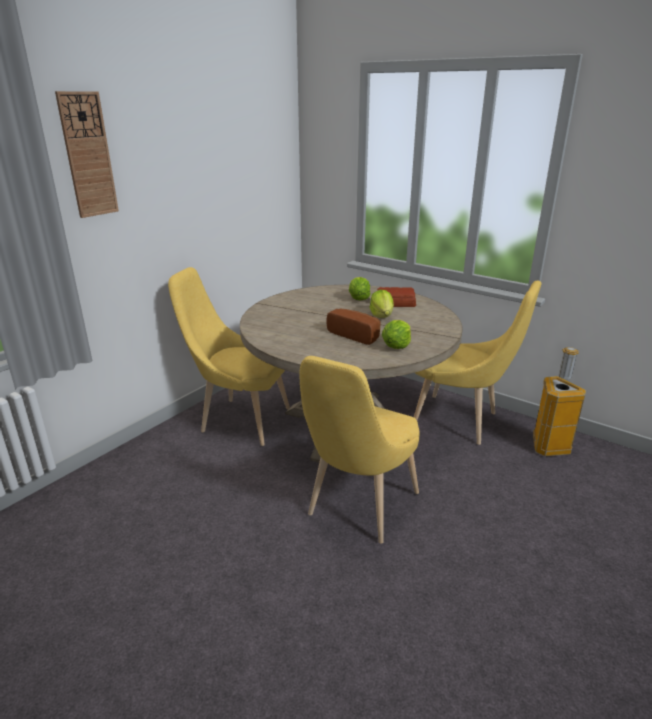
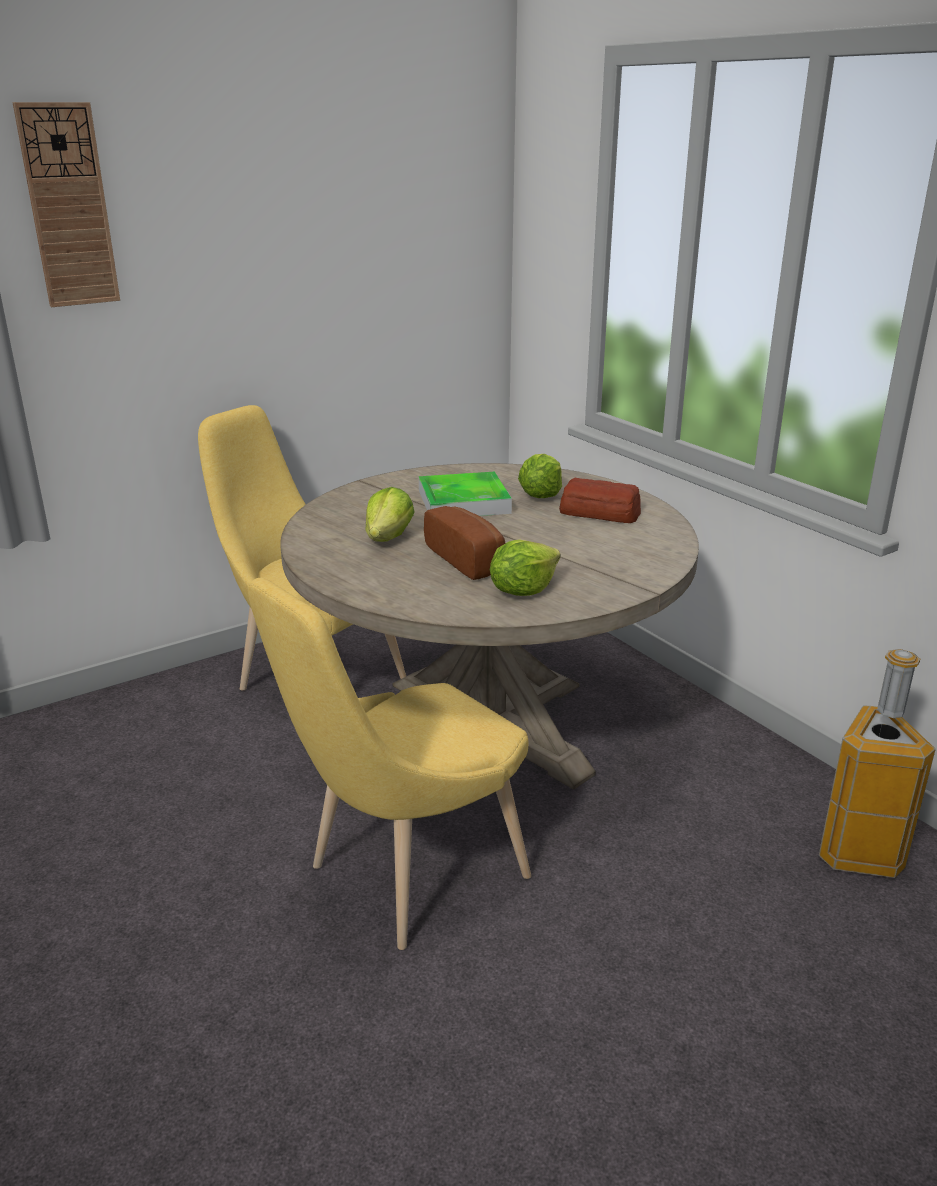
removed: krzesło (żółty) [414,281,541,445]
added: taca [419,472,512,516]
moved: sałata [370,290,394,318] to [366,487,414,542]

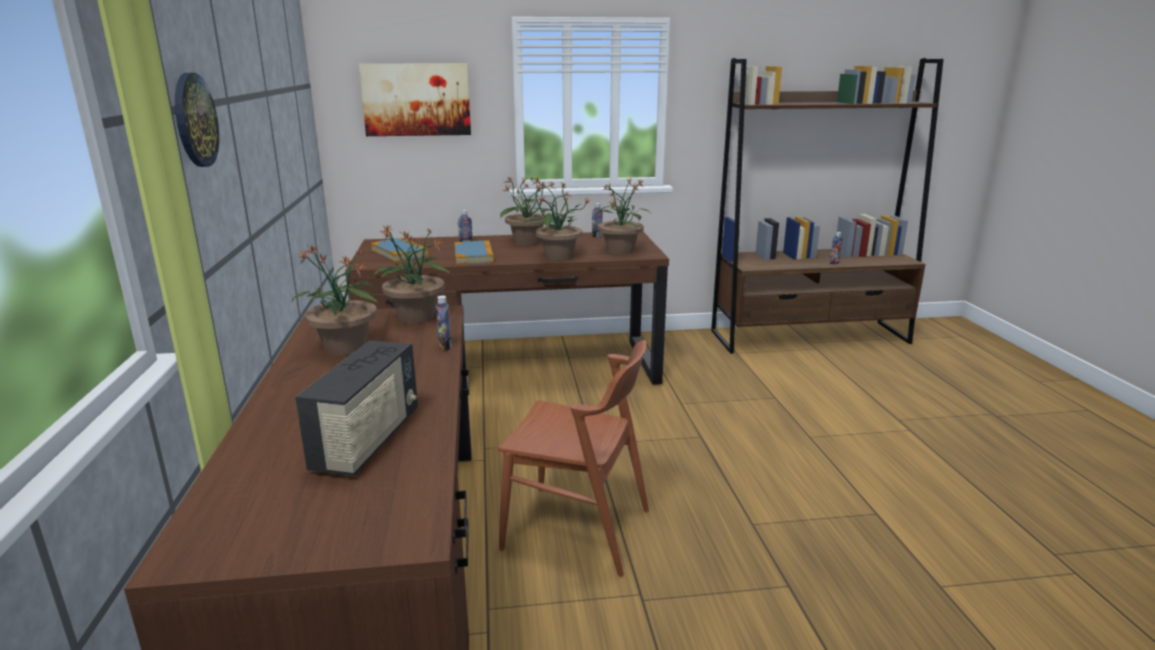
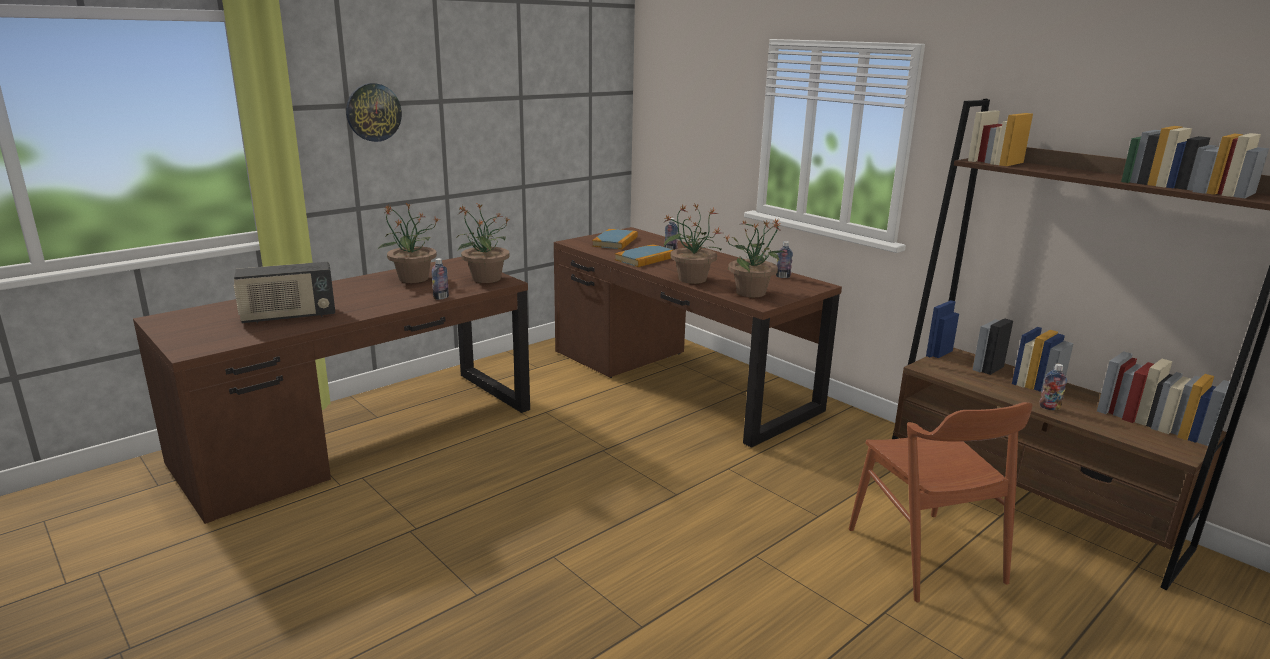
removed: obraz [359,64,471,136]; roślina doniczkowa [500,177,555,246]
moved: krzesło (brązowy) [498,340,649,577] to [849,402,1032,602]

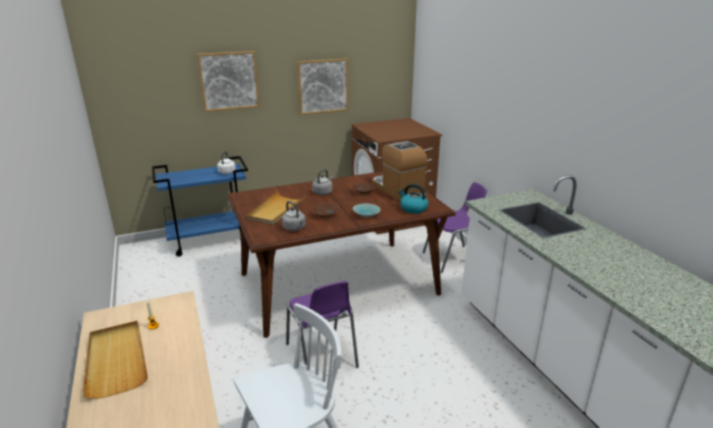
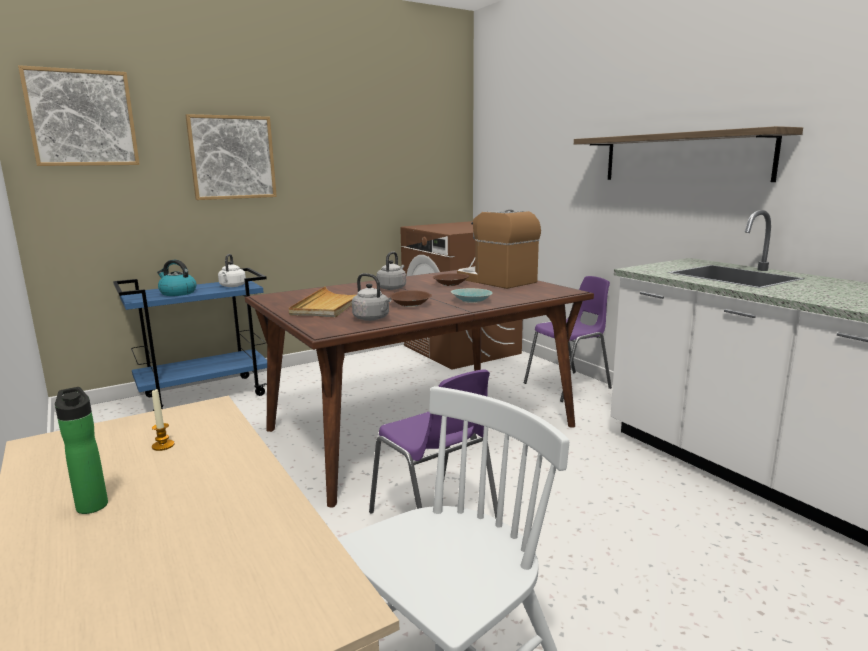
added: półka [574,126,803,182]
moved: obraz [297,58,349,115] to [18,65,140,166]; czajnik [398,184,429,214] to [157,260,197,296]
replaced: taca (beżowy) [82,321,148,399] to butelka [55,387,108,514]

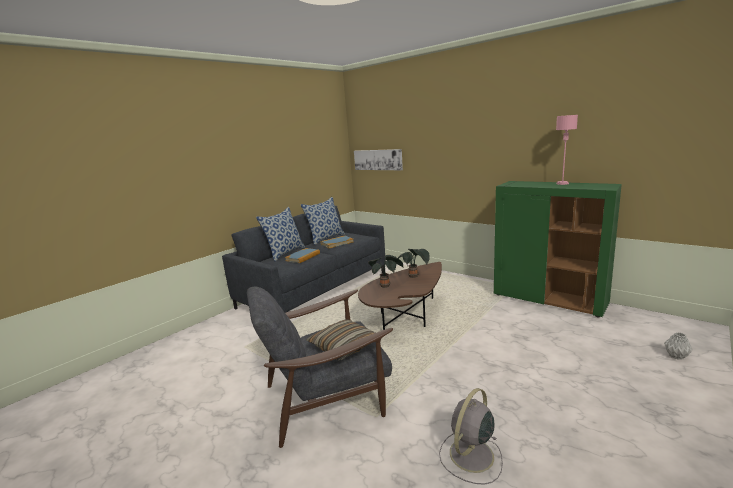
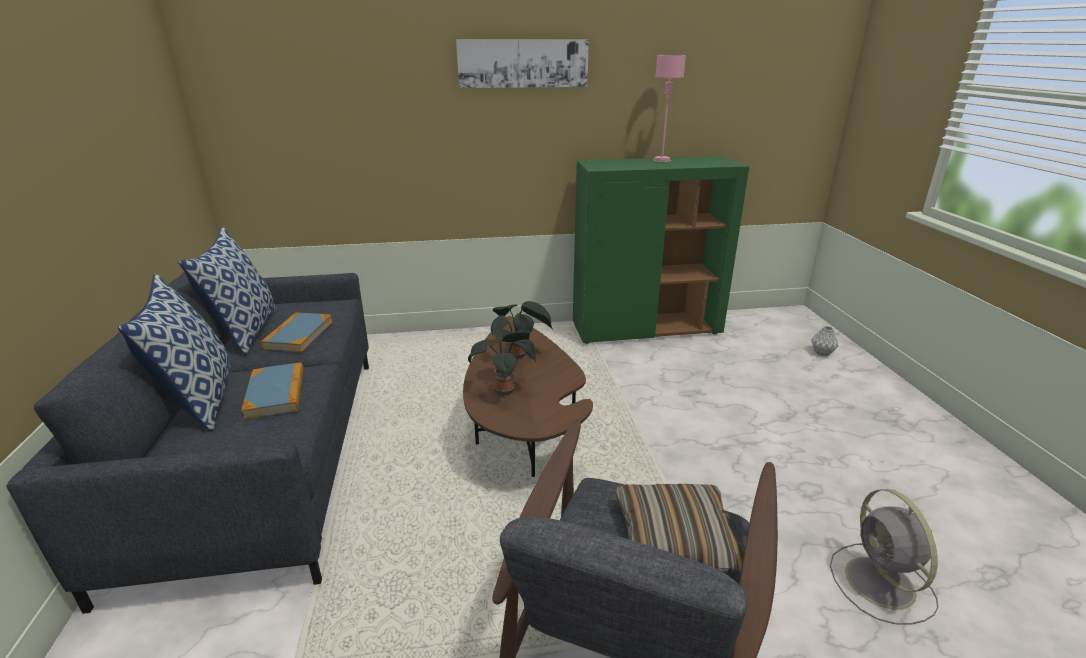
moved: obraz [354,149,403,170] to [456,39,589,88]

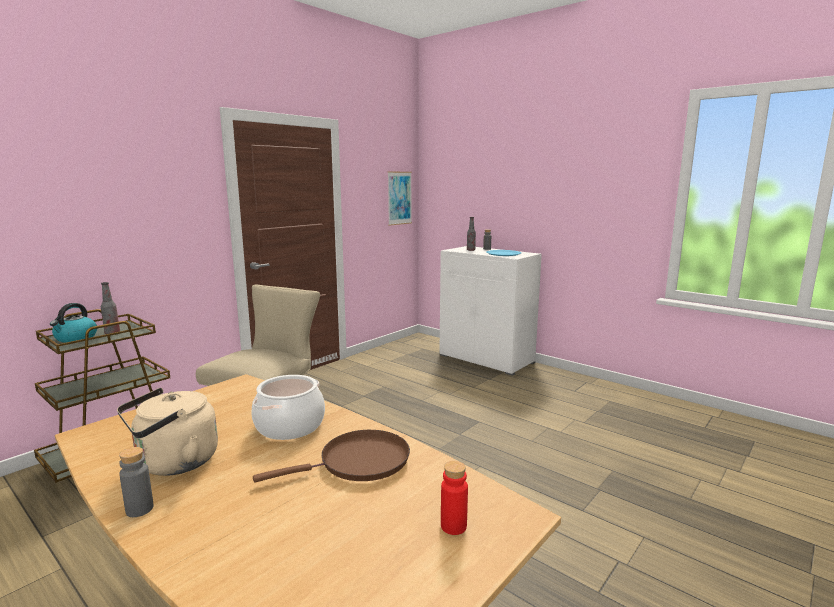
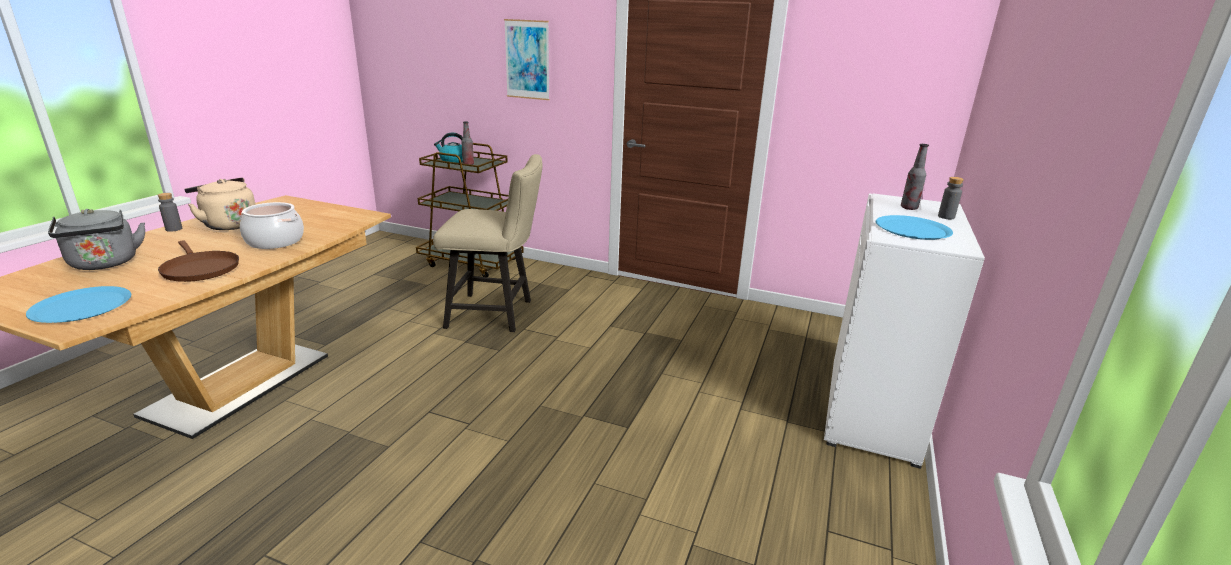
added: czajnik (szary) [48,209,145,270]
moved: obraz [388,171,412,226] to [504,19,550,100]
replaced: butelka (czerwony) [441,461,468,535] to talerz (niebieski) [26,286,131,323]

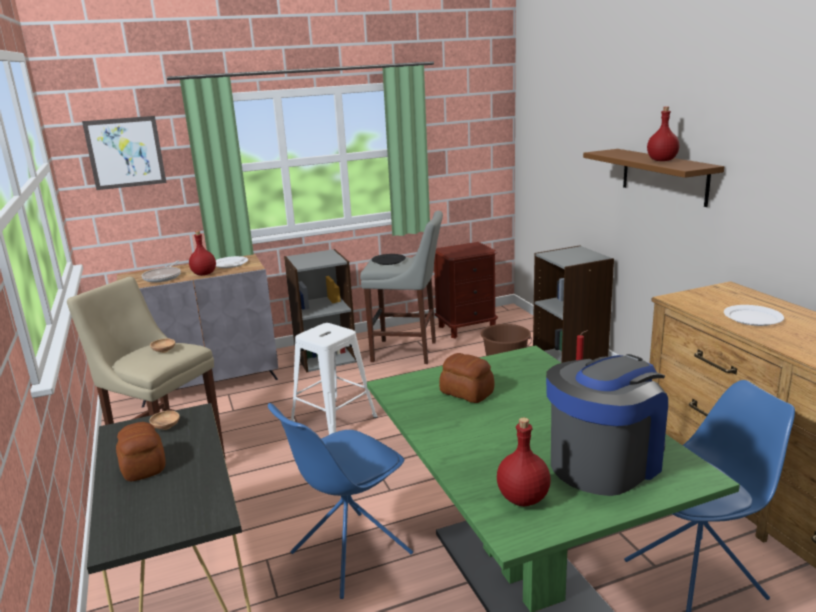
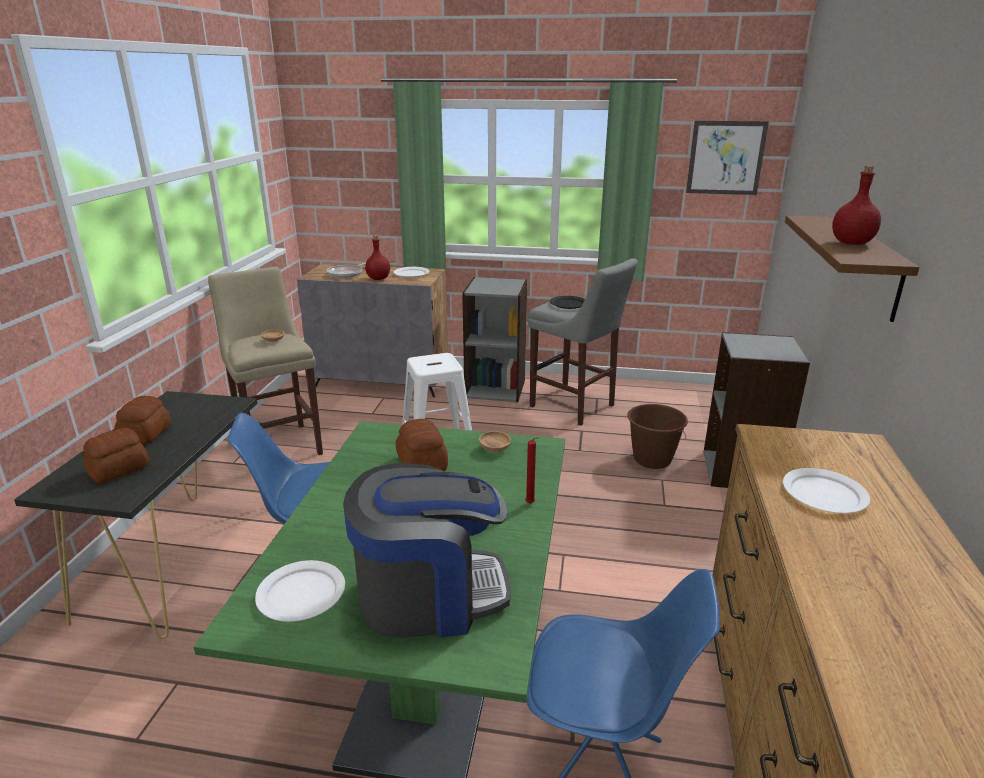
removed: szafka nocna (brązowy) [434,242,498,338]
added: chleb [83,427,149,483]
moved: obraz [82,116,166,190] to [686,121,769,195]; miska (brązowy) [149,411,180,430] to [479,431,511,453]
replaced: butelka (czerwony) [497,418,551,506] to talerz (biały) [255,560,345,622]

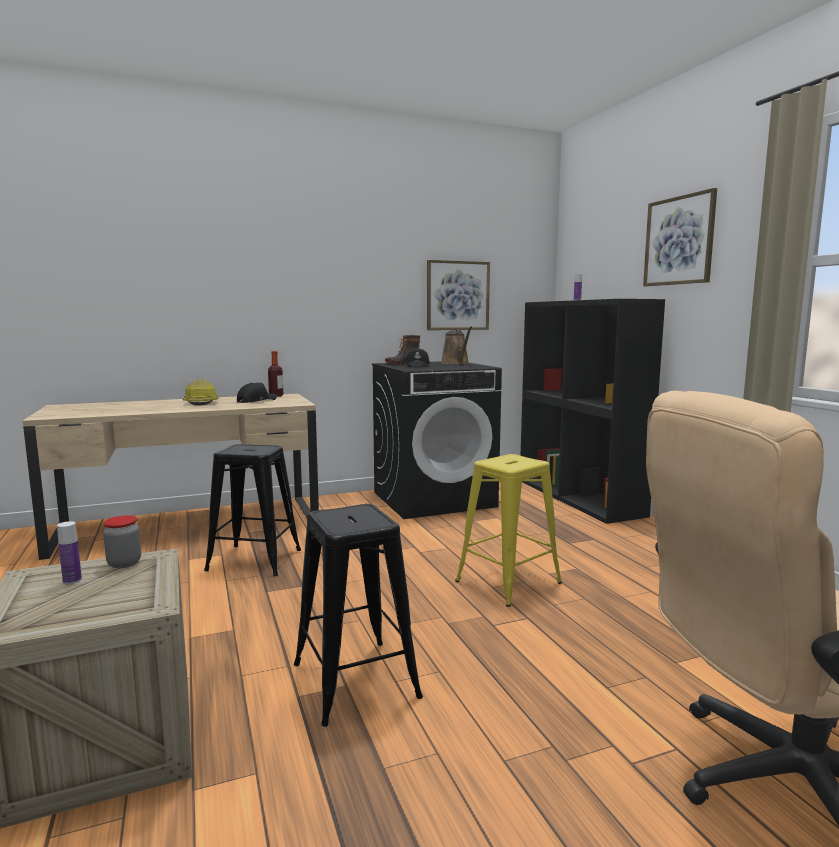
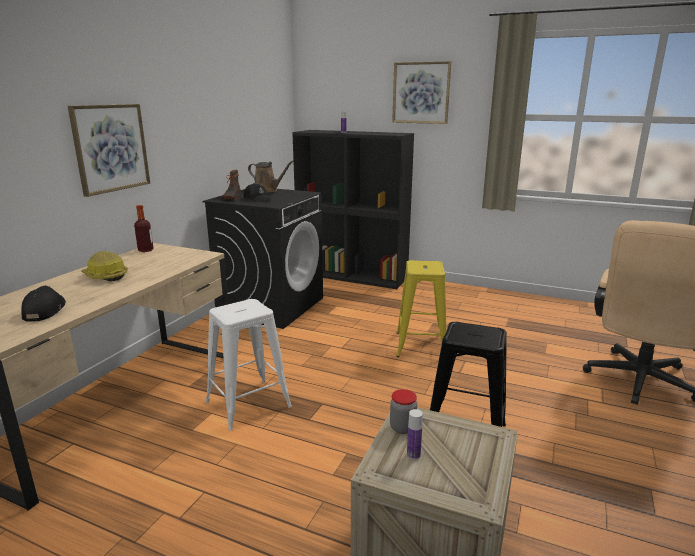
moved: obraz [427,260,490,330] to [68,104,150,197]; czapka z daszkiem (czarny) [237,383,276,403] to [21,286,66,322]
recoloured: stołek (czarny) [204,444,301,576] to stołek (biały) [205,299,292,431]

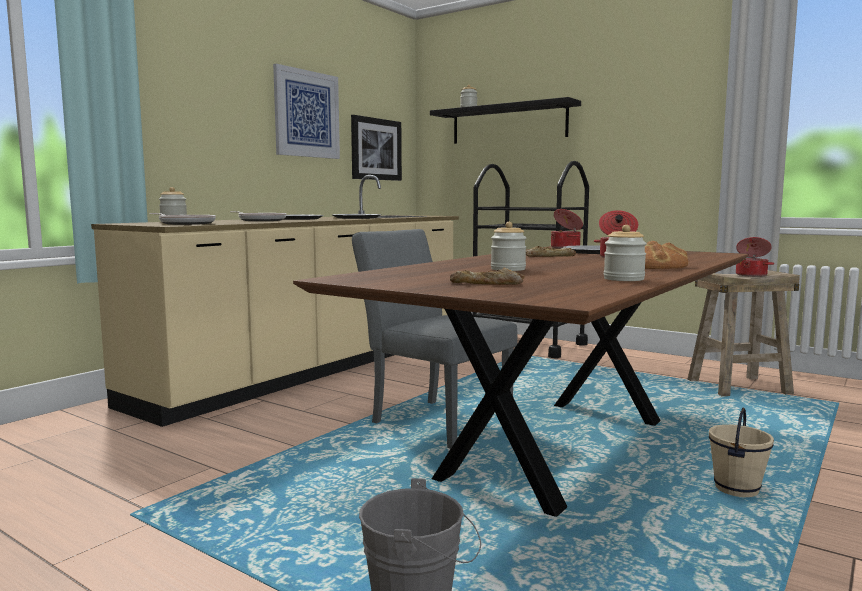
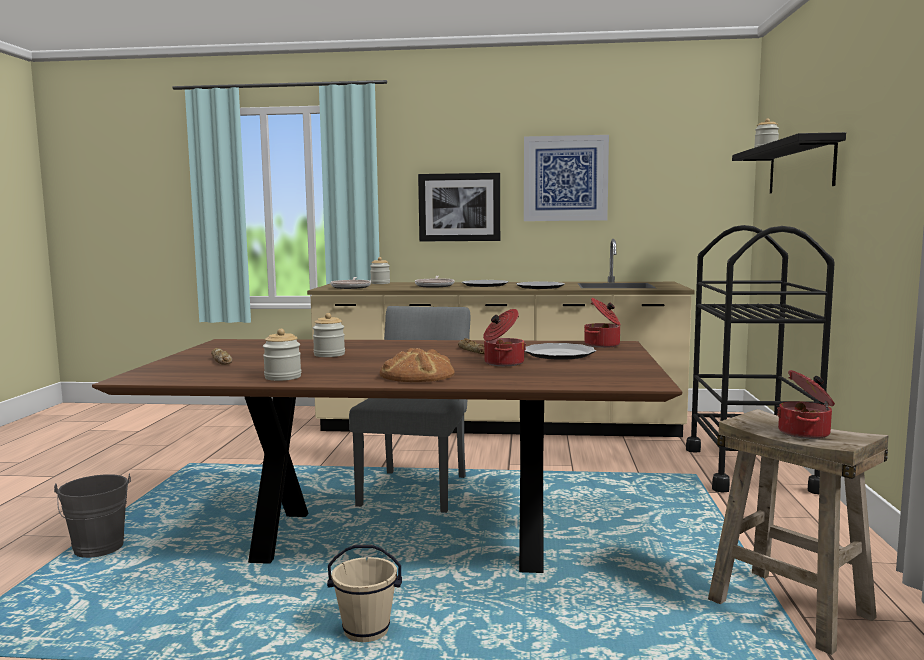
moved: obraz [351,115,402,181] to [418,173,500,241]

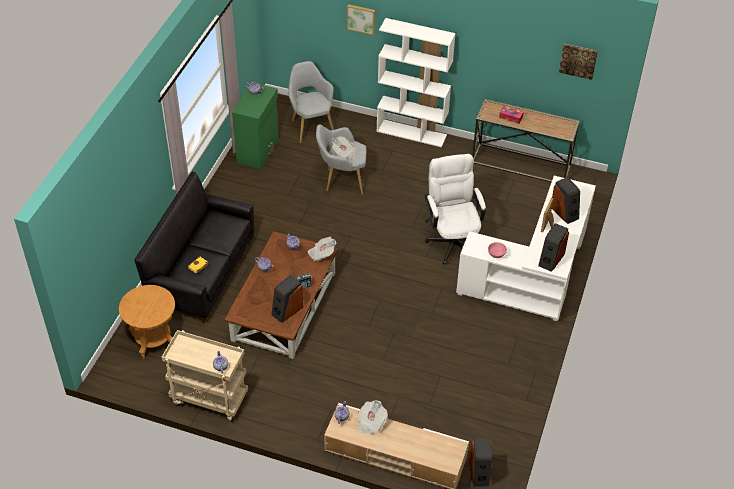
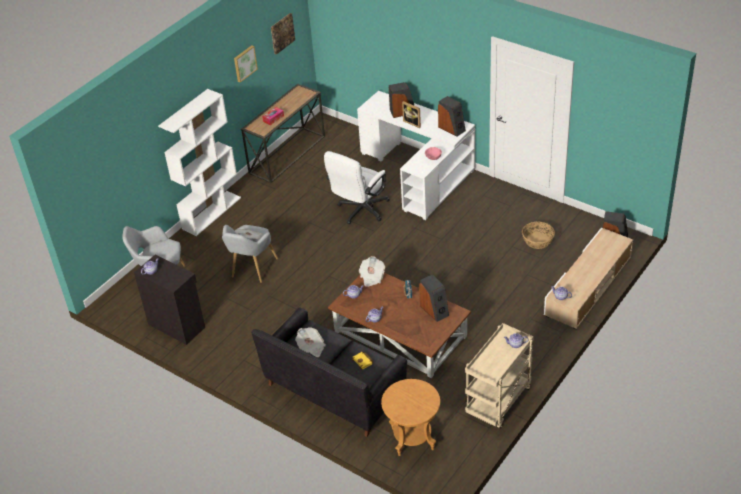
added: koszyk [522,221,555,249]
moved: obraz [347,4,375,35] to [234,45,258,82]; gazeta [358,400,388,434] to [295,327,326,357]
recoloured: szafka (zielony) [232,82,279,169] to szafka (czarny) [134,255,205,345]
turned: krzesło biurowe (biały) [425,154,486,265] = [324,151,390,224] 60 degrees counterclockwise

